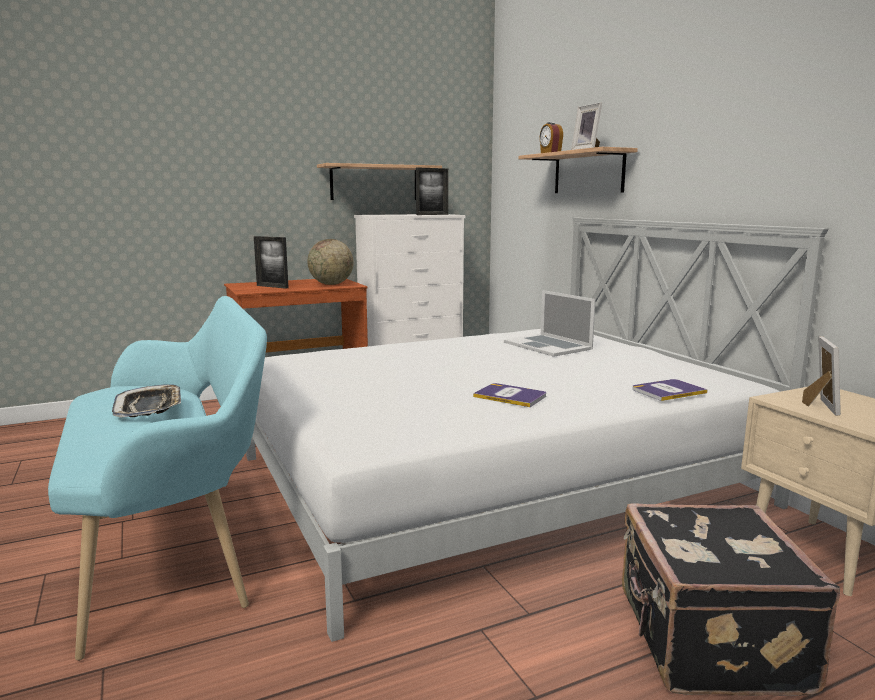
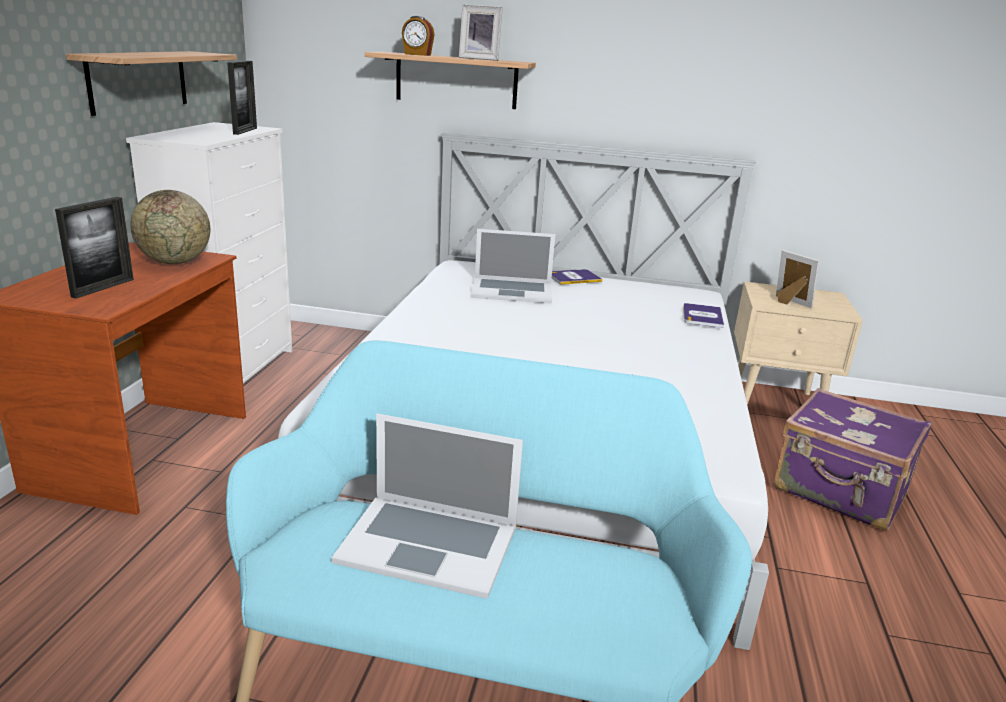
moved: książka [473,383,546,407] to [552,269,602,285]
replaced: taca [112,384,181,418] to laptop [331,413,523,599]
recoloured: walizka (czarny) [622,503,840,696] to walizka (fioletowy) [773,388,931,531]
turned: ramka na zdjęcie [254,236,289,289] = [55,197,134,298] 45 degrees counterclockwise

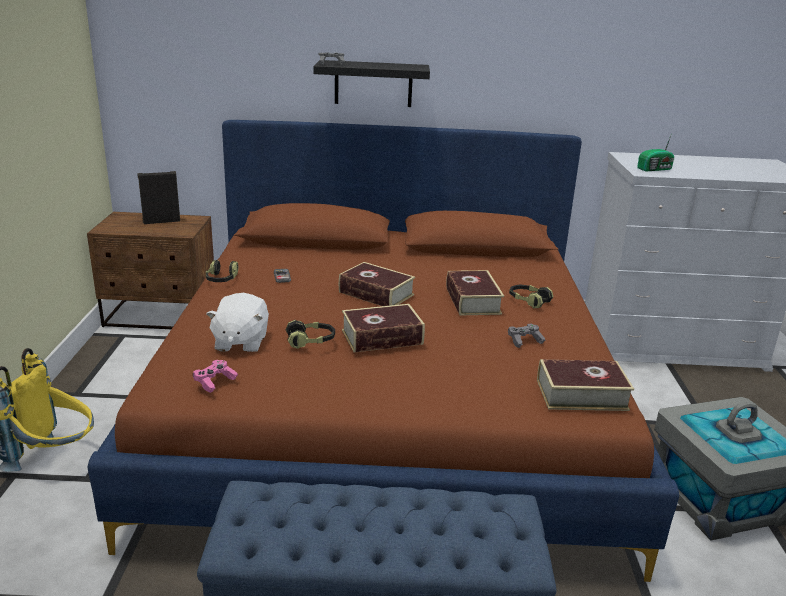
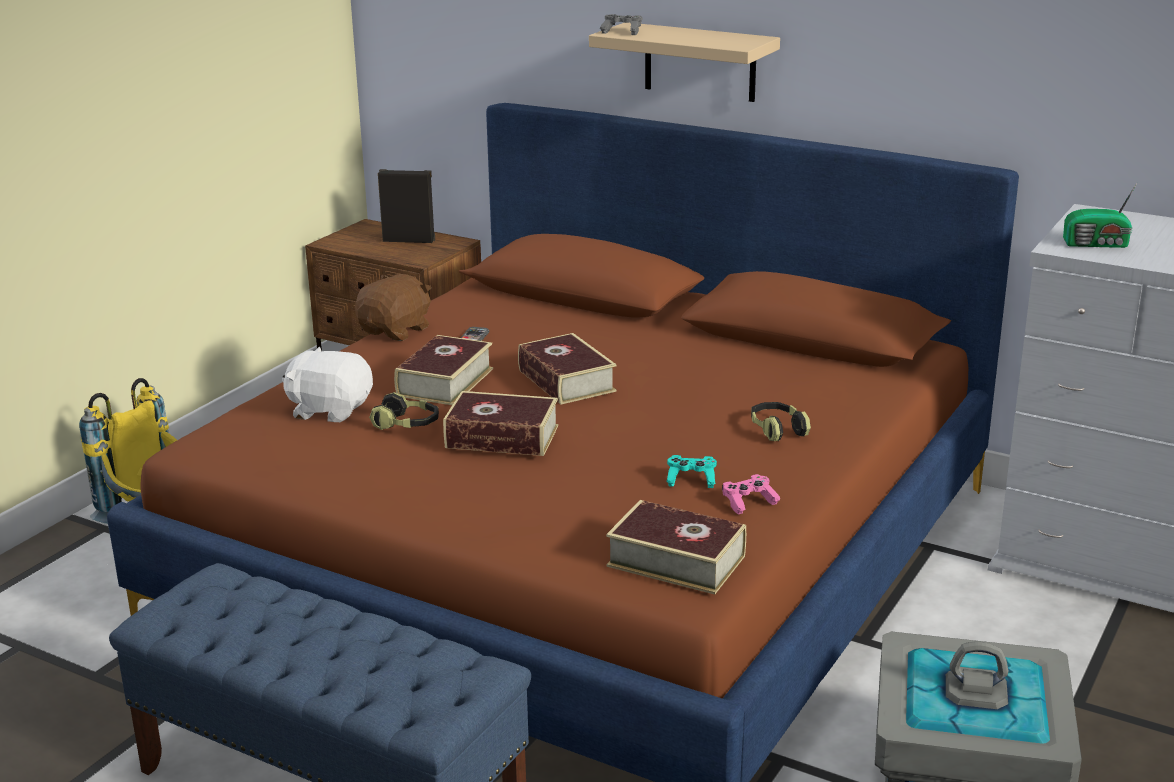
moved: książka [446,270,504,316] to [394,335,493,405]; pad do gier (różowy) [193,360,238,393] to [722,474,780,515]
replaced: słuchawki [206,260,238,282] to pluszak (brązowy) [355,274,431,341]
recoloured: półka (czarny) [313,60,430,107] to półka (beżowy) [589,23,780,102]; pad do gier (szary) [508,323,545,348] to pad do gier (turkusowy) [666,455,717,488]
turned: pluszak (biały) [206,293,269,352] = [282,346,373,422] 75 degrees clockwise

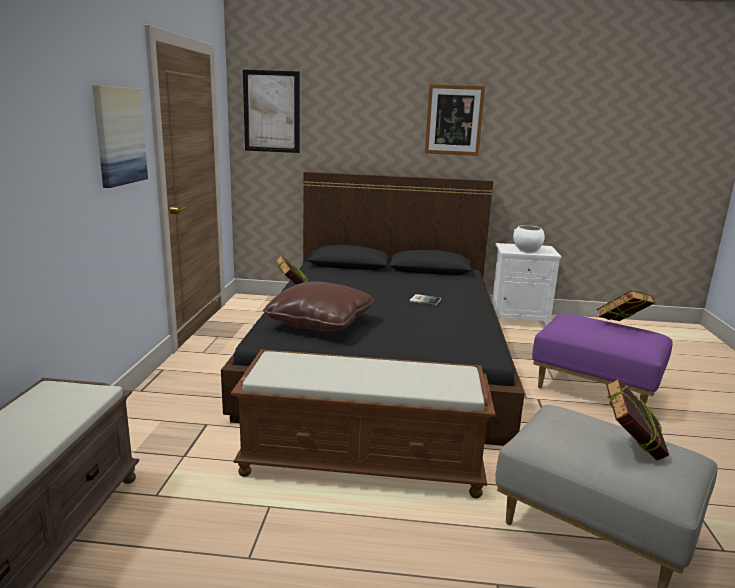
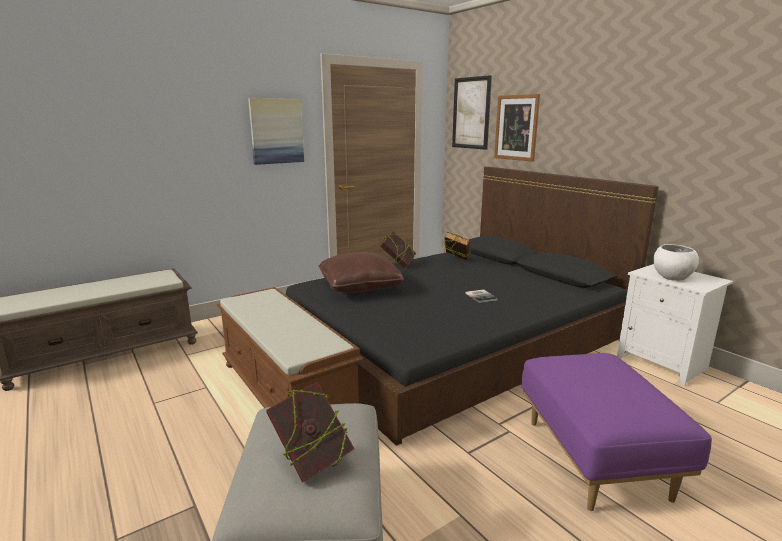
moved: obraz [425,84,485,156] to [494,94,540,162]; książka [596,290,655,321] to [444,232,471,260]

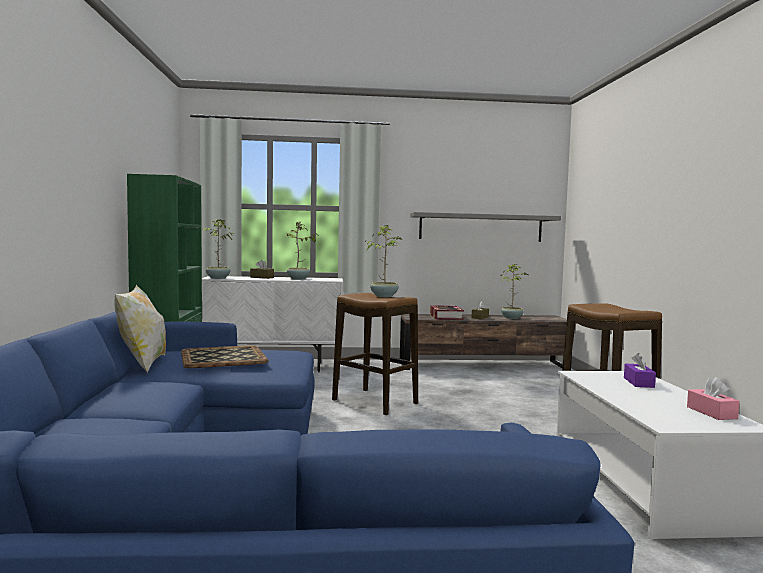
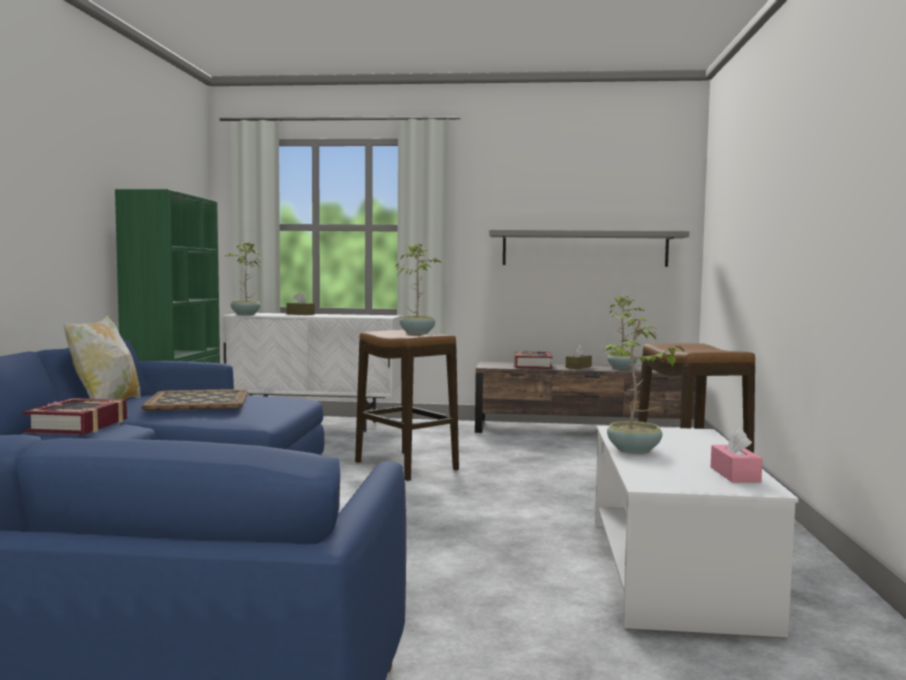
removed: pudełko chusteczek (fioletowy) [624,353,656,388]
added: książka [23,398,127,435]
moved: roślina doniczkowa [287,221,319,280] to [602,317,685,454]

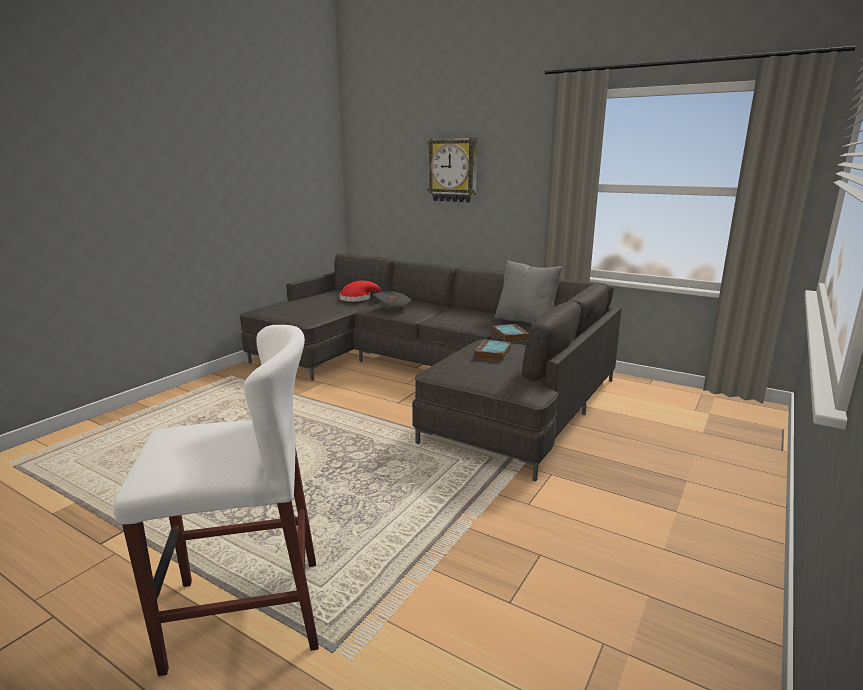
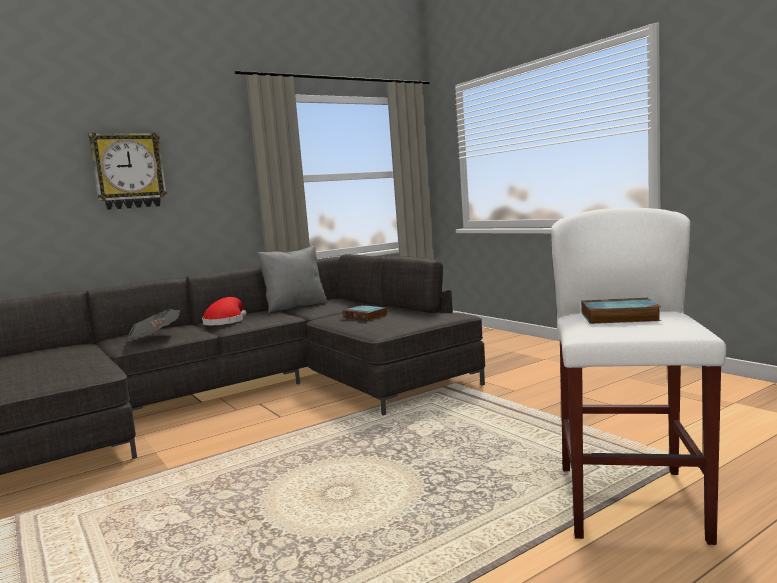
moved: kapelusz (czerwony) [340,281,382,302] to [202,297,247,325]; książka [493,324,529,342] to [581,298,661,324]

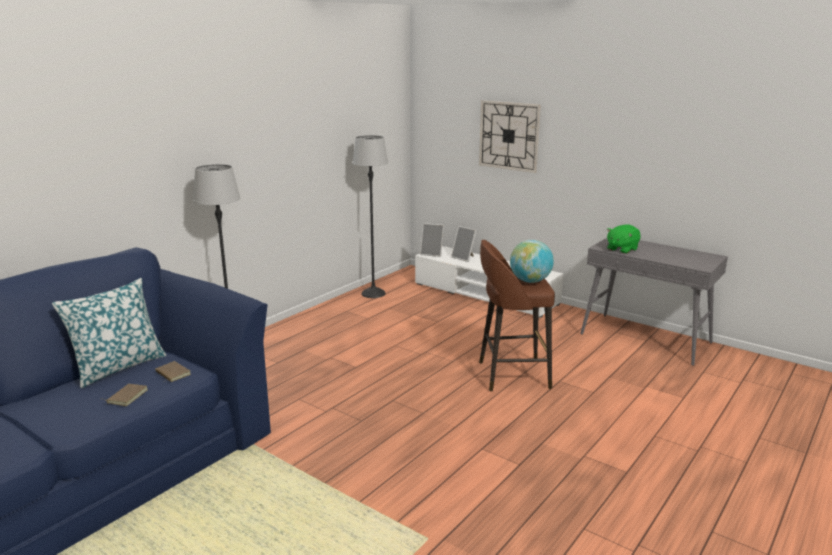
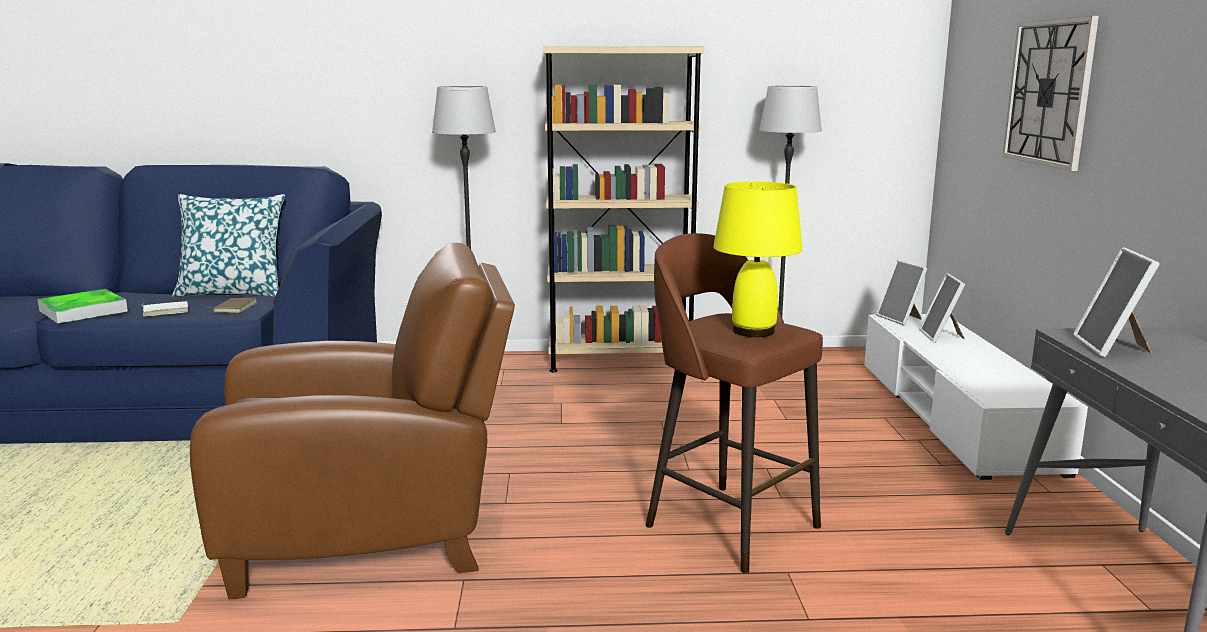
added: regał (beżowy) [543,47,704,372]; fotel (brązowy) [190,243,515,599]; taca [38,289,128,323]
replaced: pluszak (zielony) [607,224,641,254] to ramka na zdjęcie [1073,247,1160,357]; globus [510,240,554,283] to lampa stołowa (żółty) [713,181,802,337]
recoloured: książka (brązowy) [104,384,148,406] to książka (biały) [142,301,188,316]

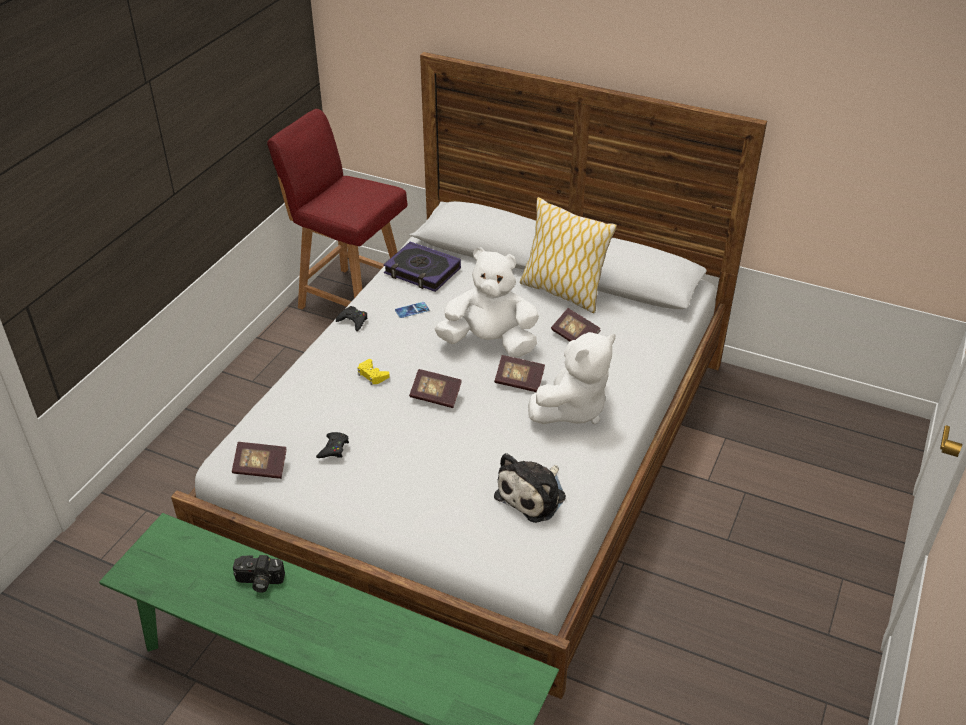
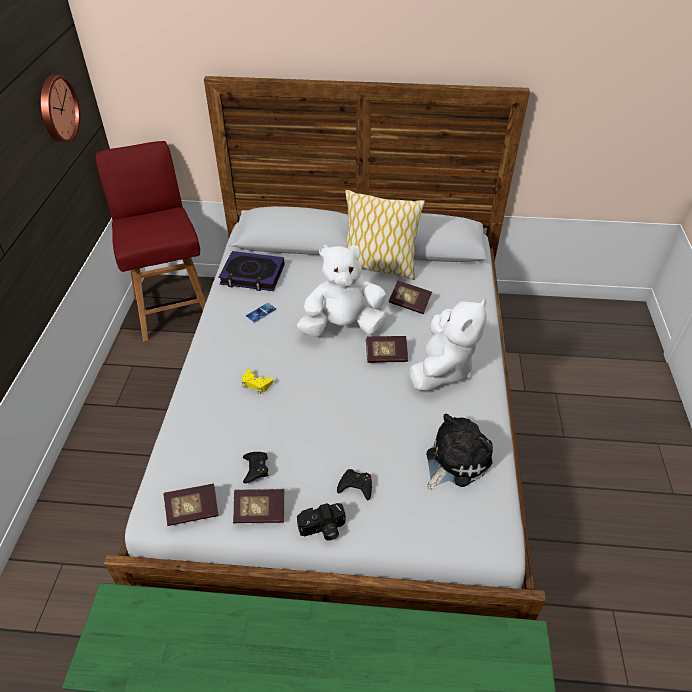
added: zegar ścienny [41,75,80,143]
moved: pad do gier (czarny) [336,306,368,331] to [337,469,372,500]; książka [409,369,462,408] to [233,489,284,523]; aparat fotograficzny [233,555,285,593] to [297,503,345,540]
turned: krzesło (czerwony) [267,109,407,310] = [95,141,206,341] 60 degrees clockwise; pluszak [494,453,566,523] = [426,414,493,490] 150 degrees counterclockwise

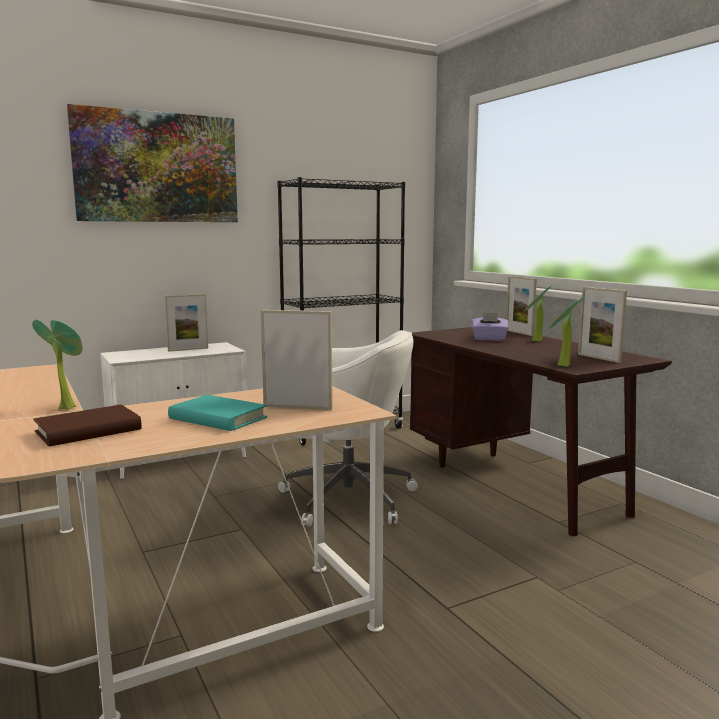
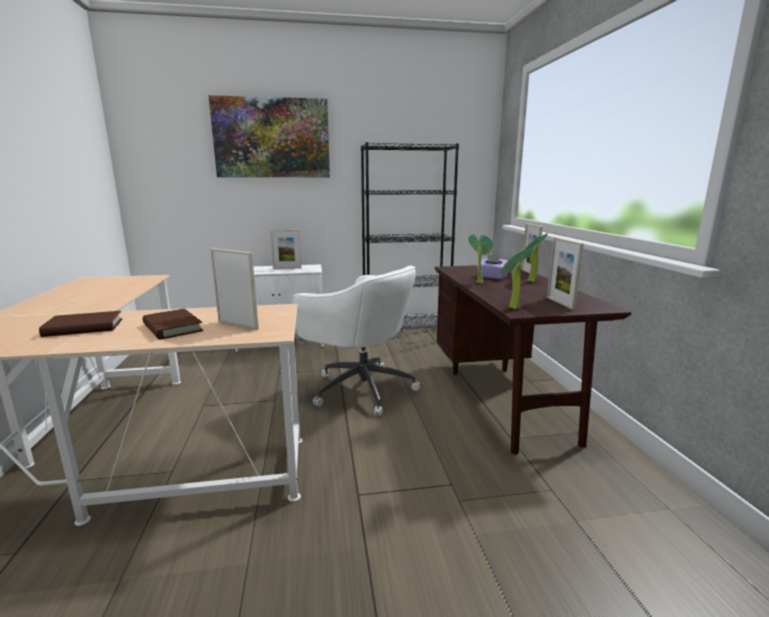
moved: roślina doniczkowa [32,319,83,410] to [468,234,493,284]
recoloured: książka (turkusowy) [168,395,267,431] to książka (brązowy) [143,309,203,340]

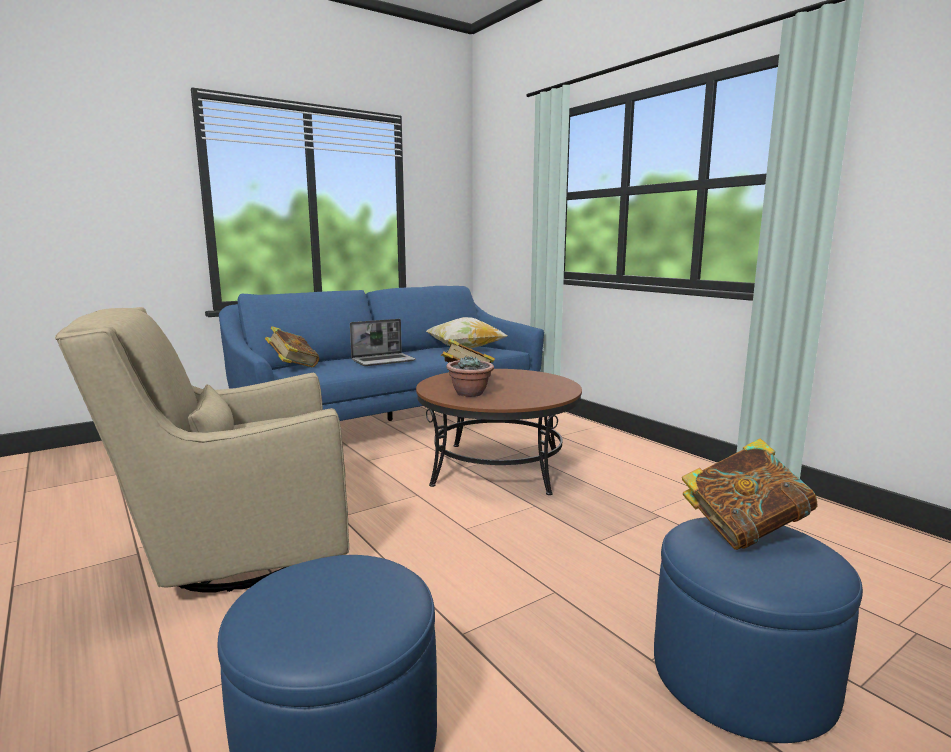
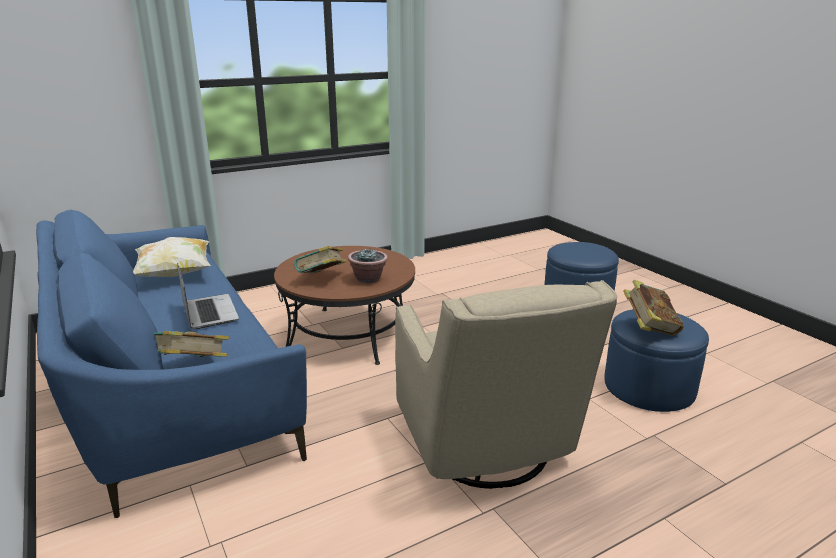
moved: książka [682,438,817,550] to [623,280,684,336]

